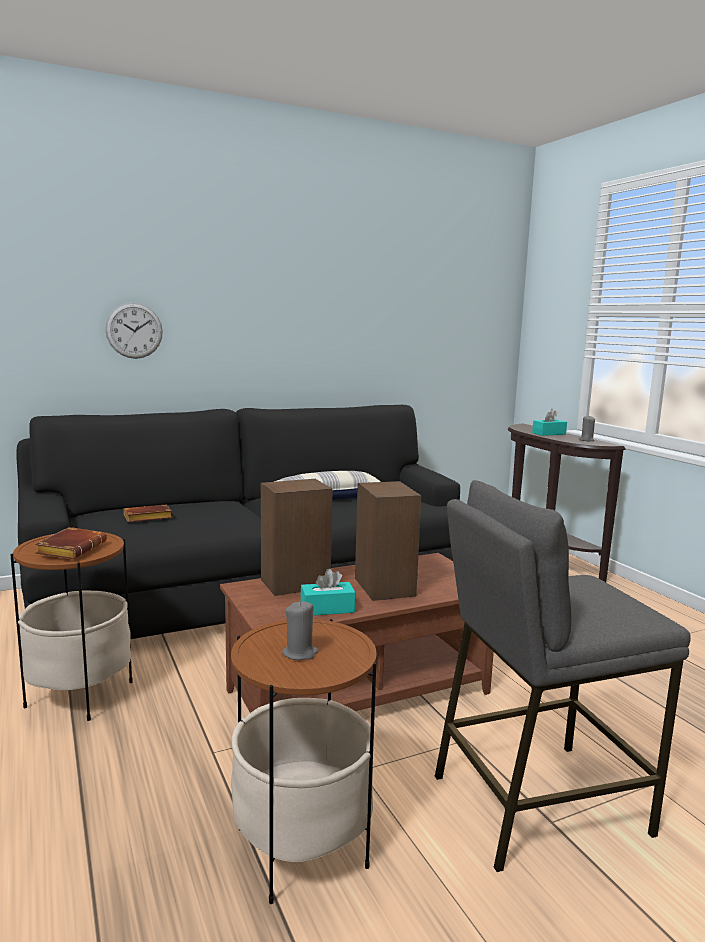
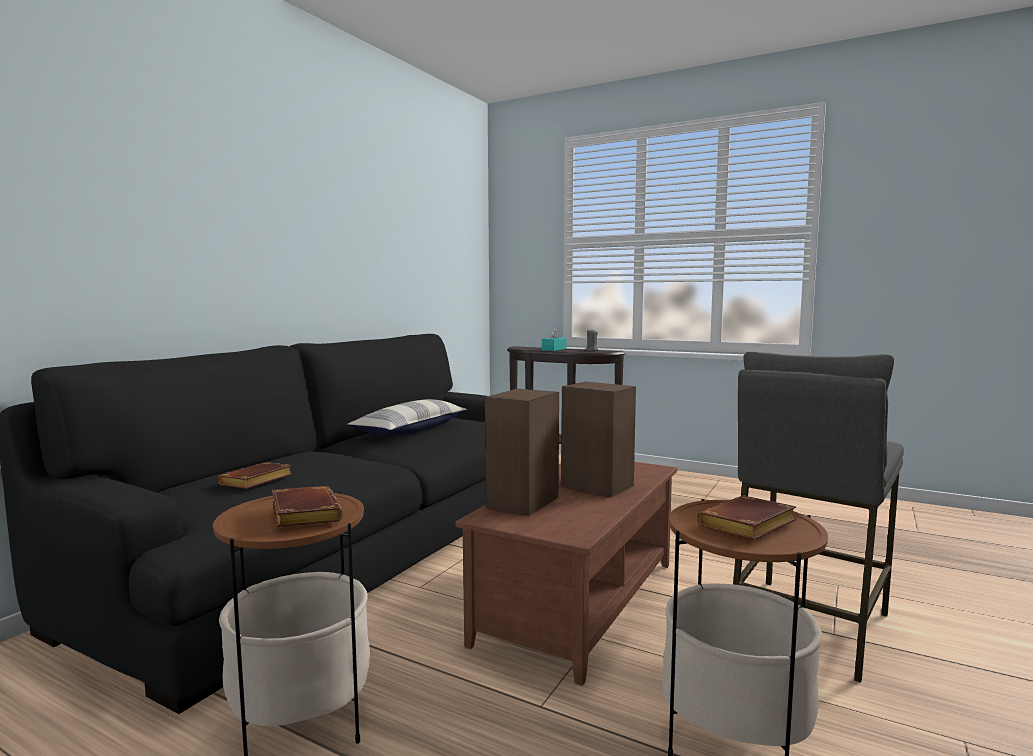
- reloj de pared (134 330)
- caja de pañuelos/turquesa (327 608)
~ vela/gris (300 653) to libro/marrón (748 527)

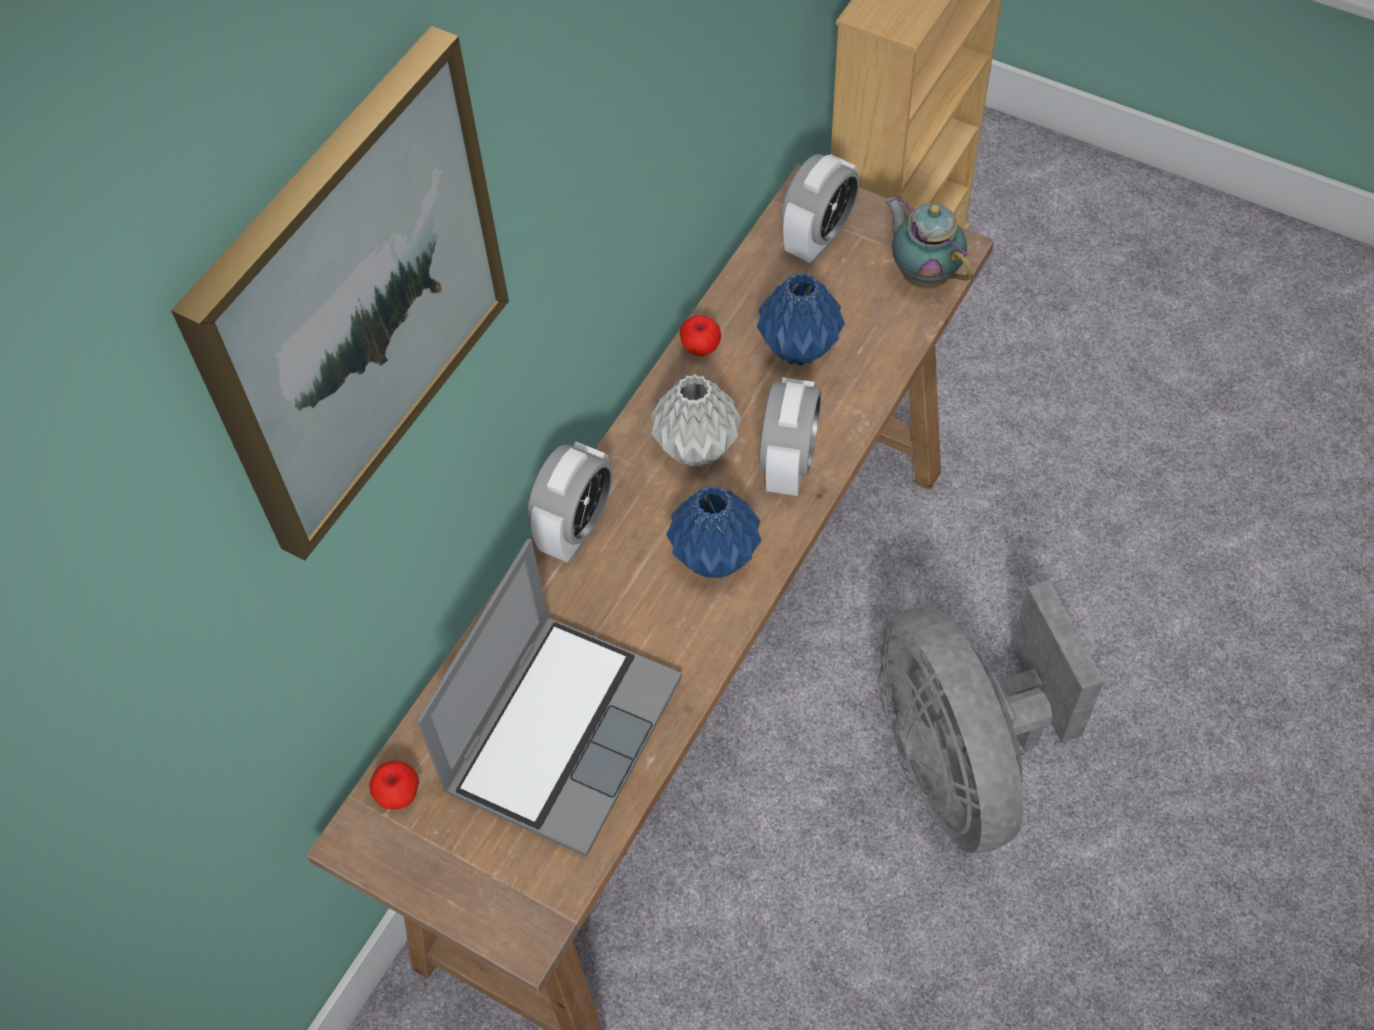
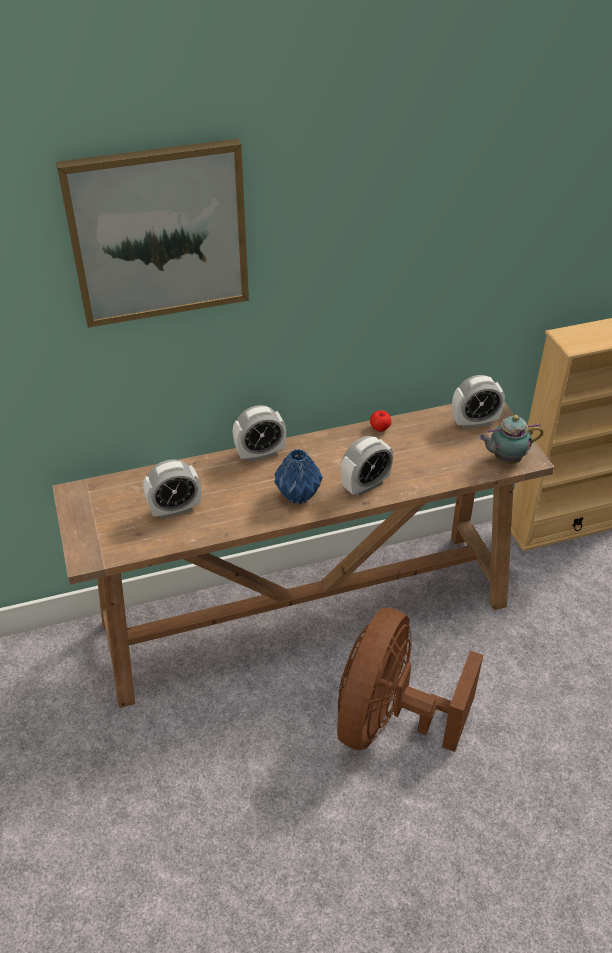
~ tetera (923 274) = (505 459) 105 degrees counterclockwise
- florero/azul (798 349)
- florero/gris (695 448)
~ portátil (562 731) to despertador (175 509)
~ ventilador/gris (961 760) to ventilador/marrón (390 720)
- manzana (398 794)

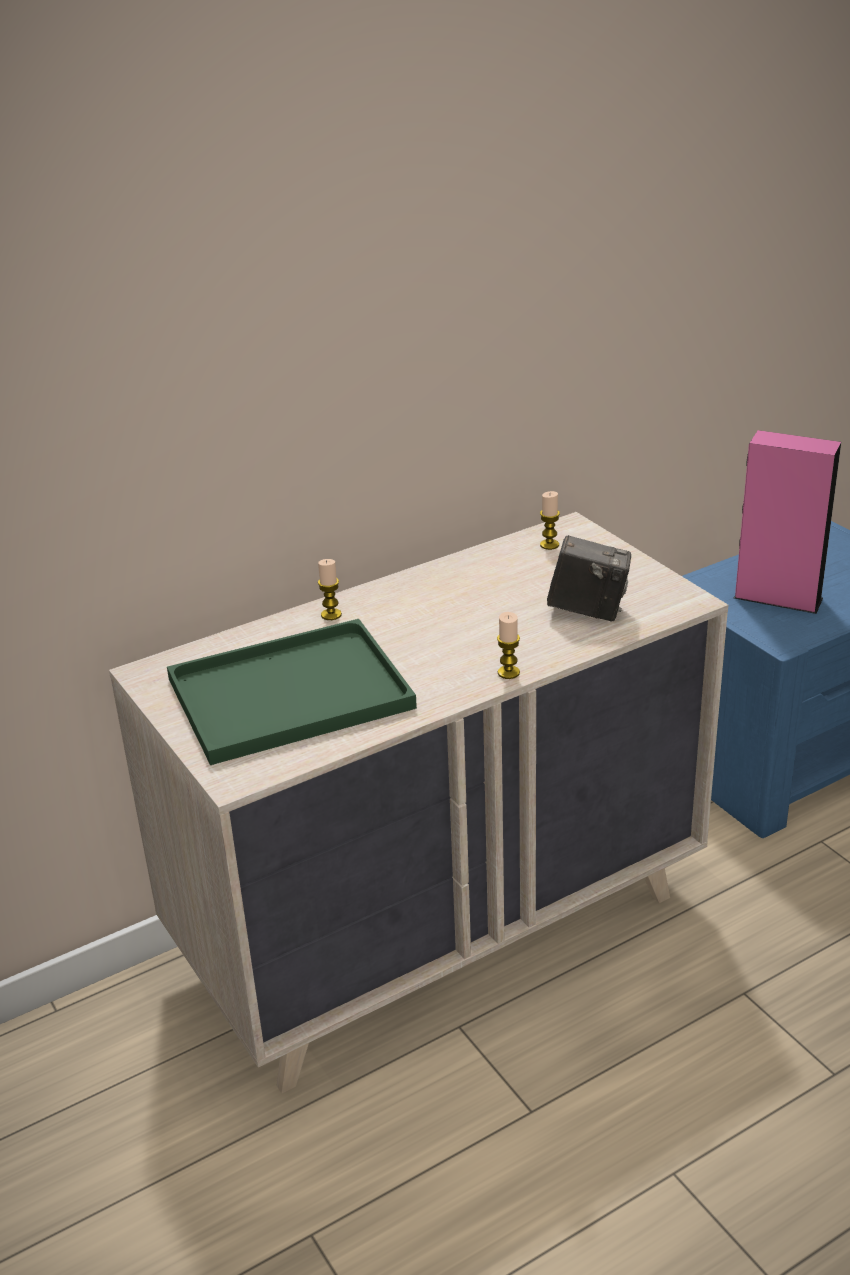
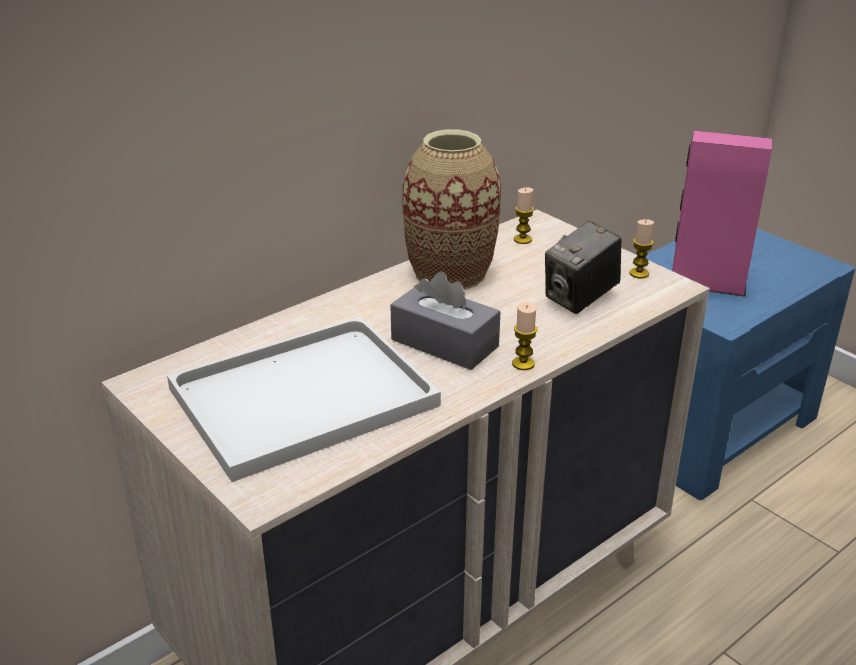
~ cámara (588 610) = (580 299) 135 degrees clockwise
~ vela (331 615) to (639 273)
~ bandeja/verde (293 691) to bandeja/blanco (306 394)
+ florero (450 273)
+ caja de pañuelos/gris (444 343)

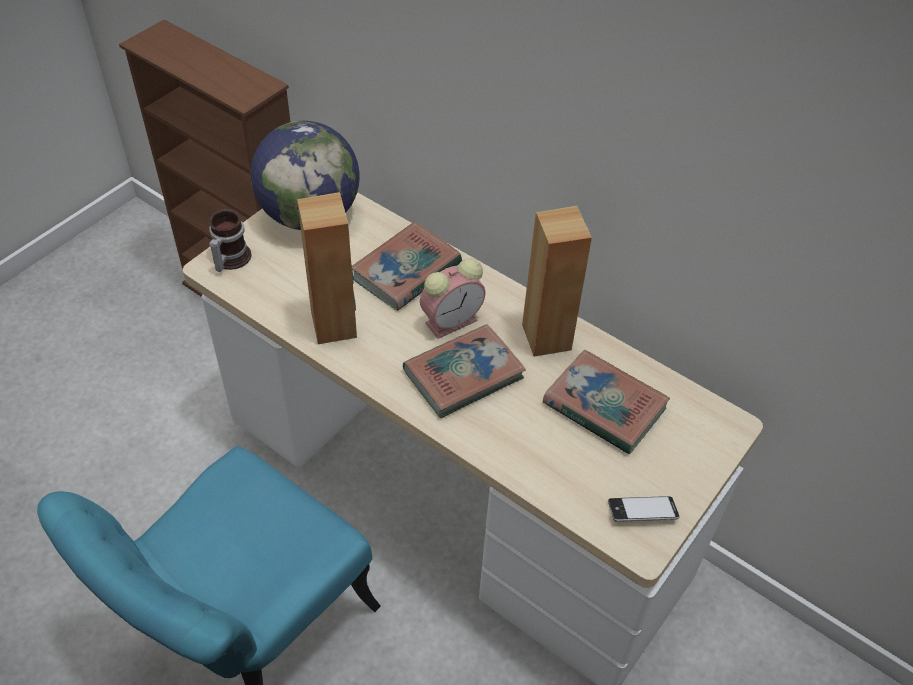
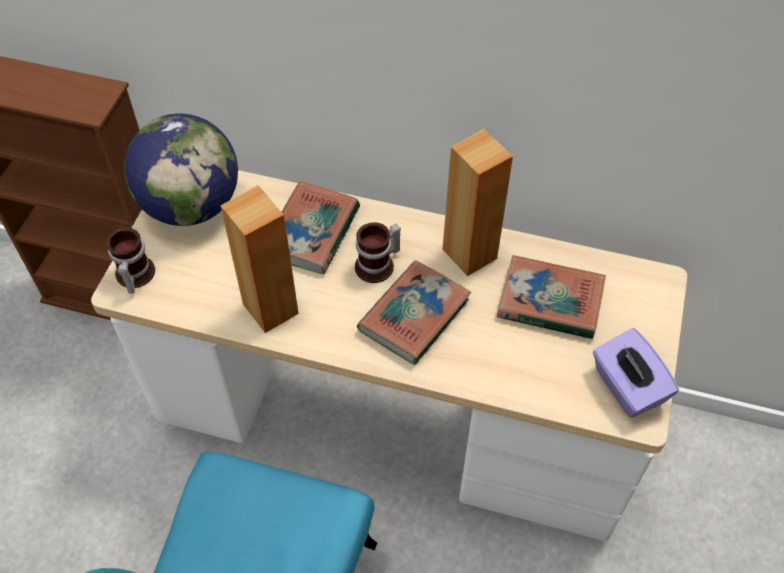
~ despertador (453 320) to taza grande (378 266)
~ móvil (642 512) to caja de pañuelos/morado (627 387)

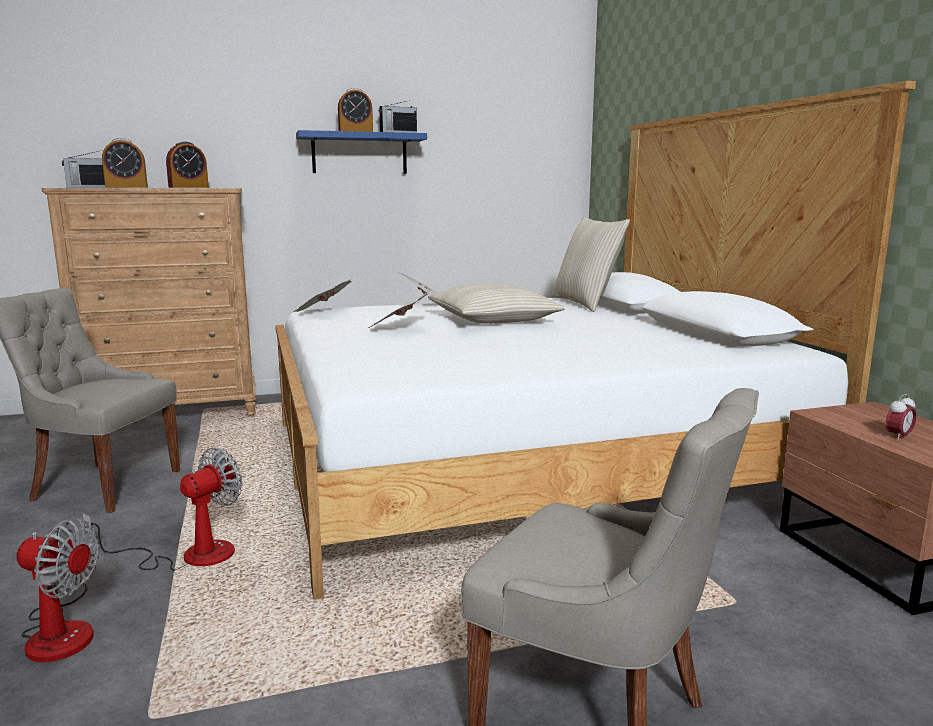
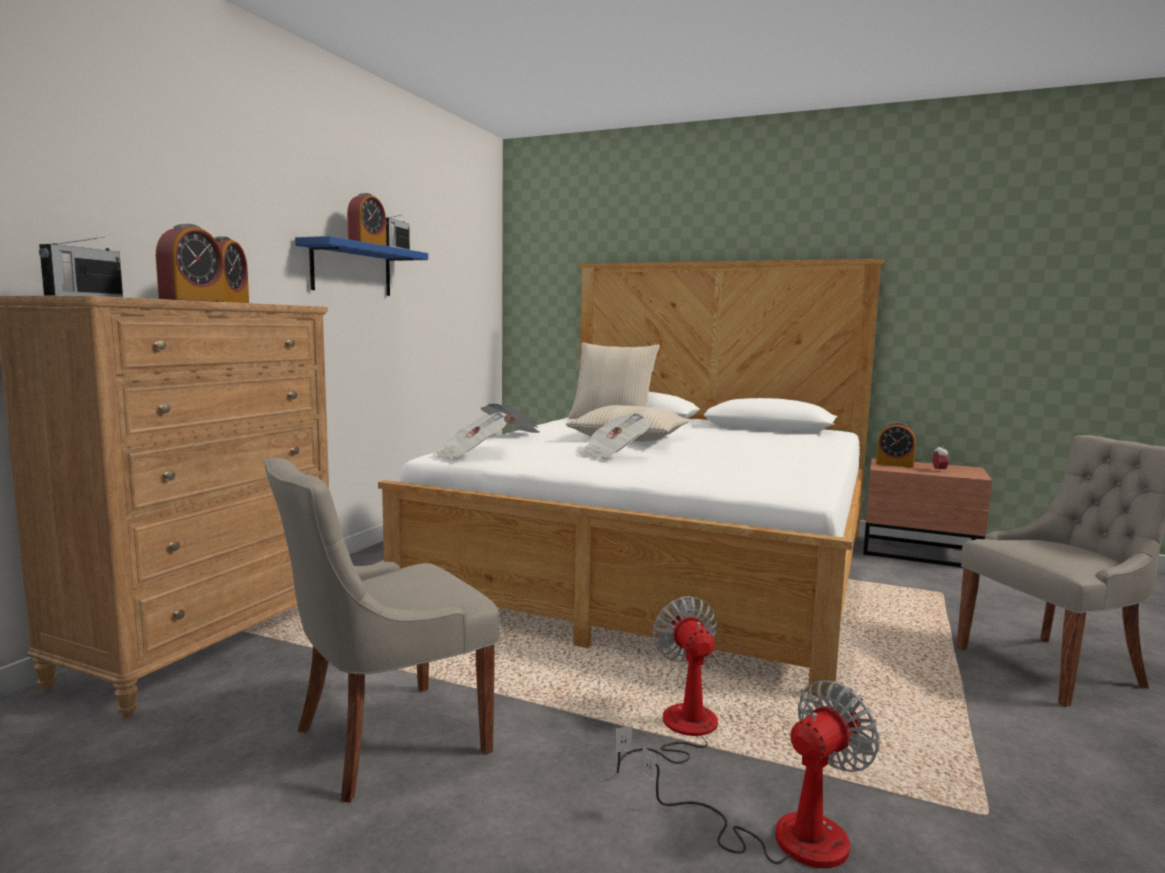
+ despertador (894 464)

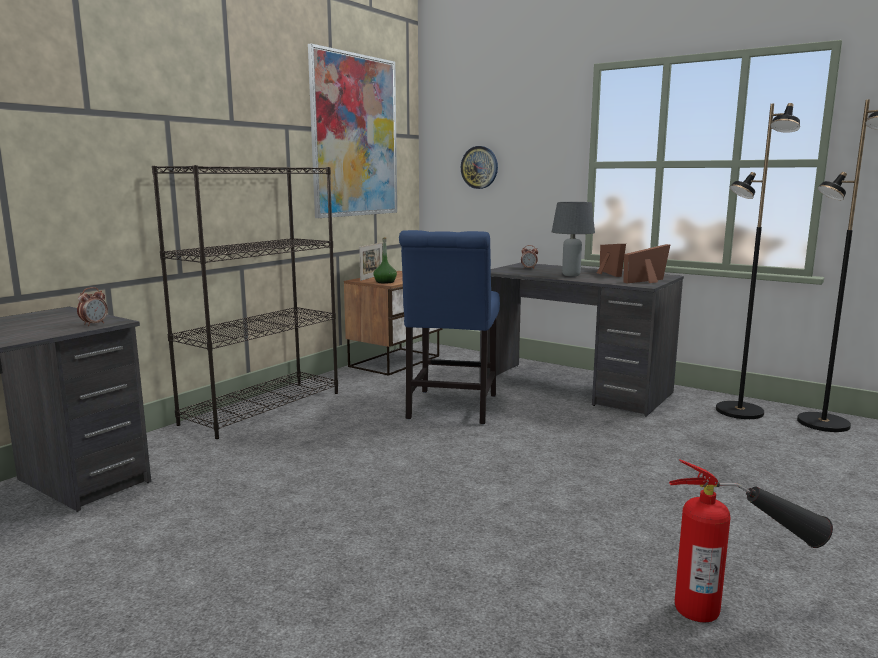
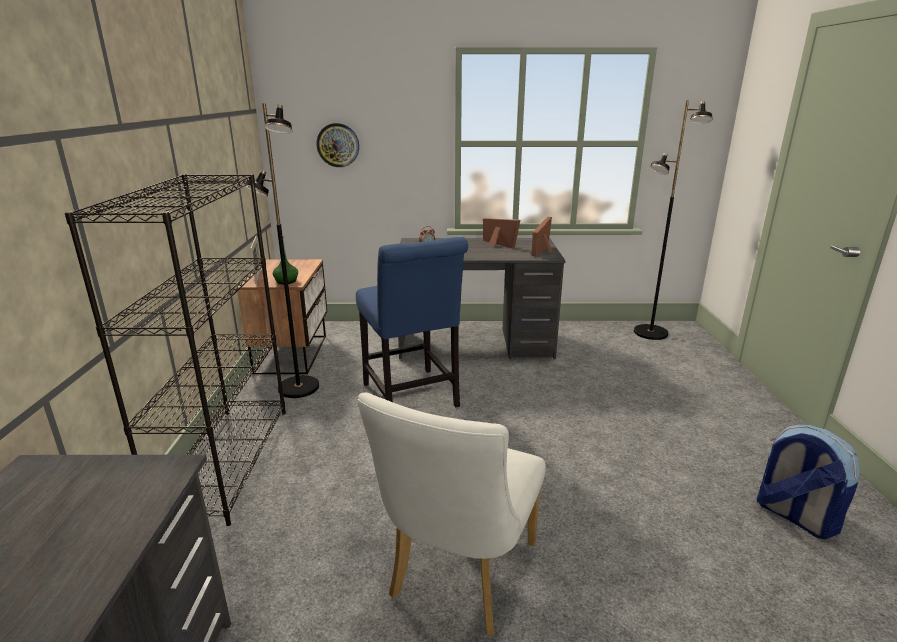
- cuadro (355 136)
~ lámpara de pie/negro (739 411) to (298 388)
- lámpara de mesa/gris (571 275)
- despertador (94 324)
~ extintor (737 610) to mochila (793 516)
+ silla/blanco (458 577)

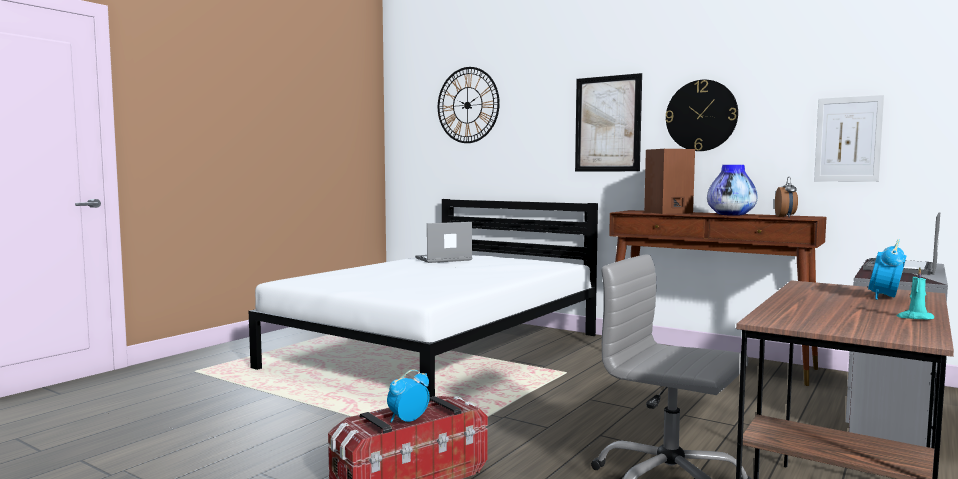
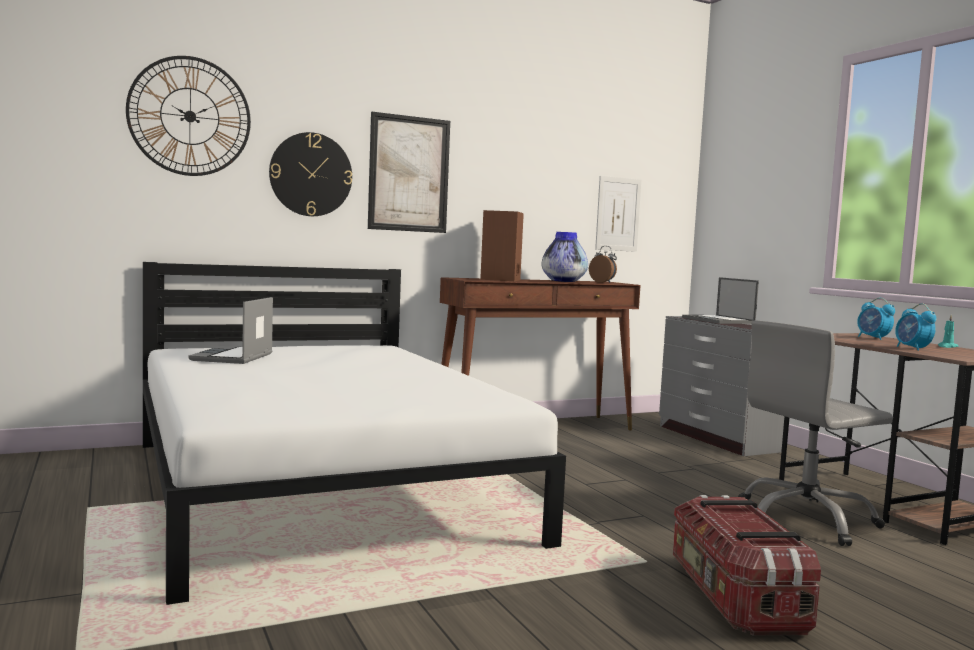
~ reloj de pared (701 115) to (311 174)
~ despertador (407 420) to (912 348)

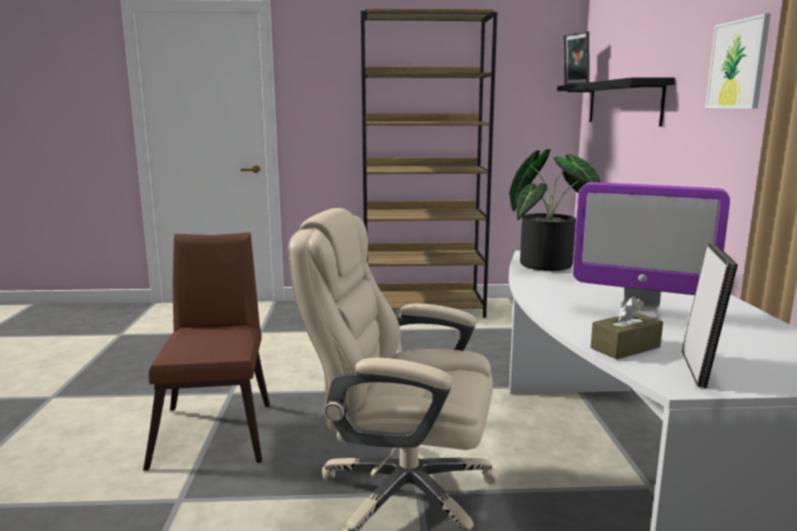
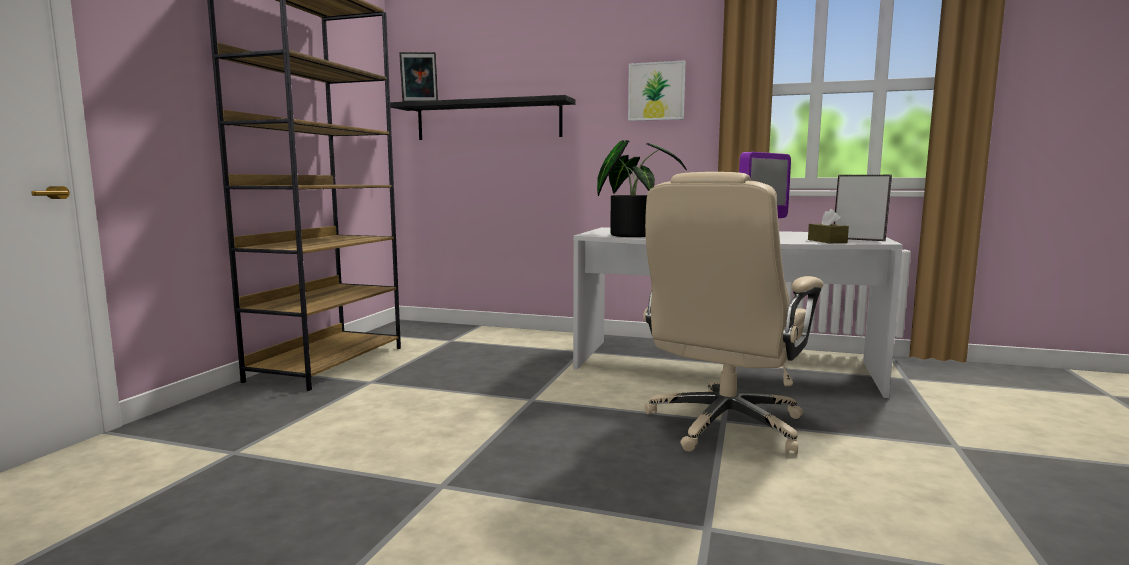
- silla/marrón (217 429)

